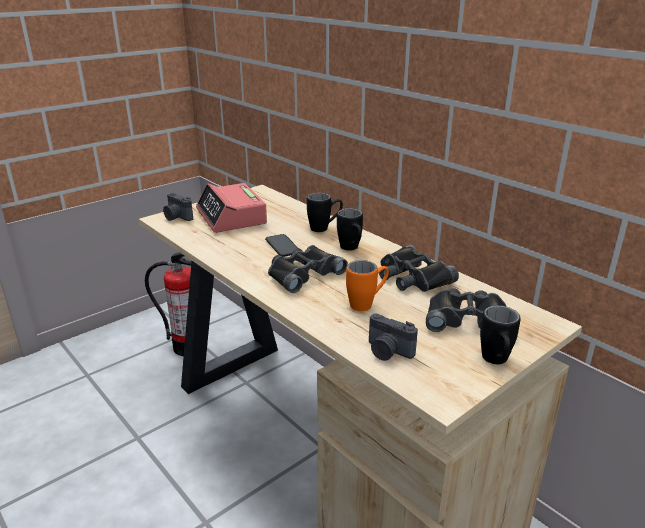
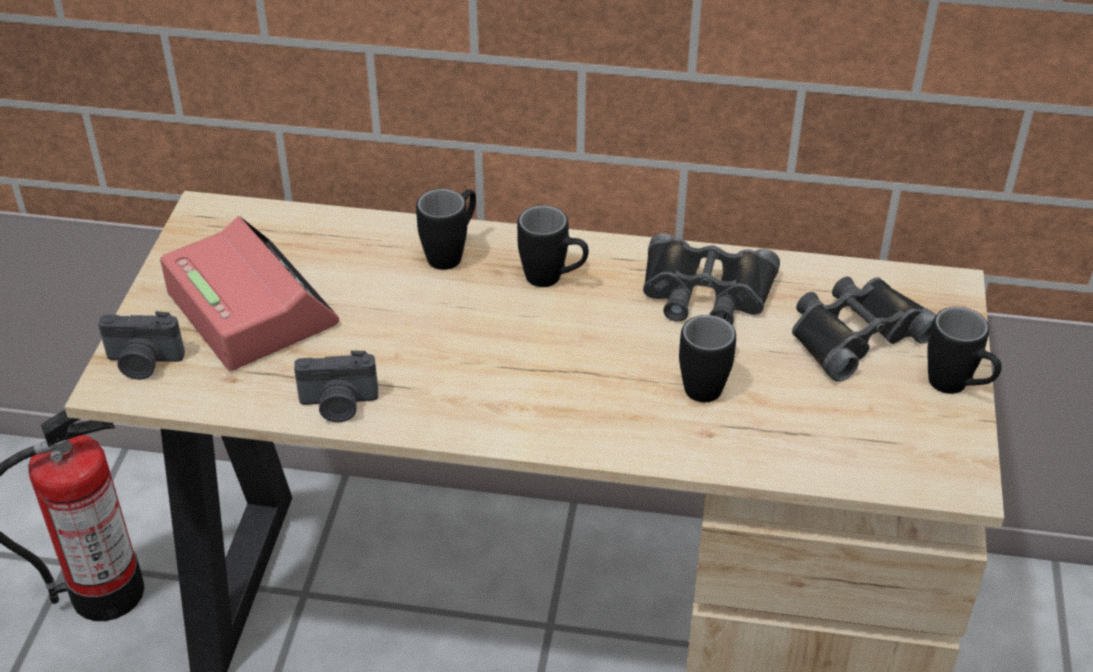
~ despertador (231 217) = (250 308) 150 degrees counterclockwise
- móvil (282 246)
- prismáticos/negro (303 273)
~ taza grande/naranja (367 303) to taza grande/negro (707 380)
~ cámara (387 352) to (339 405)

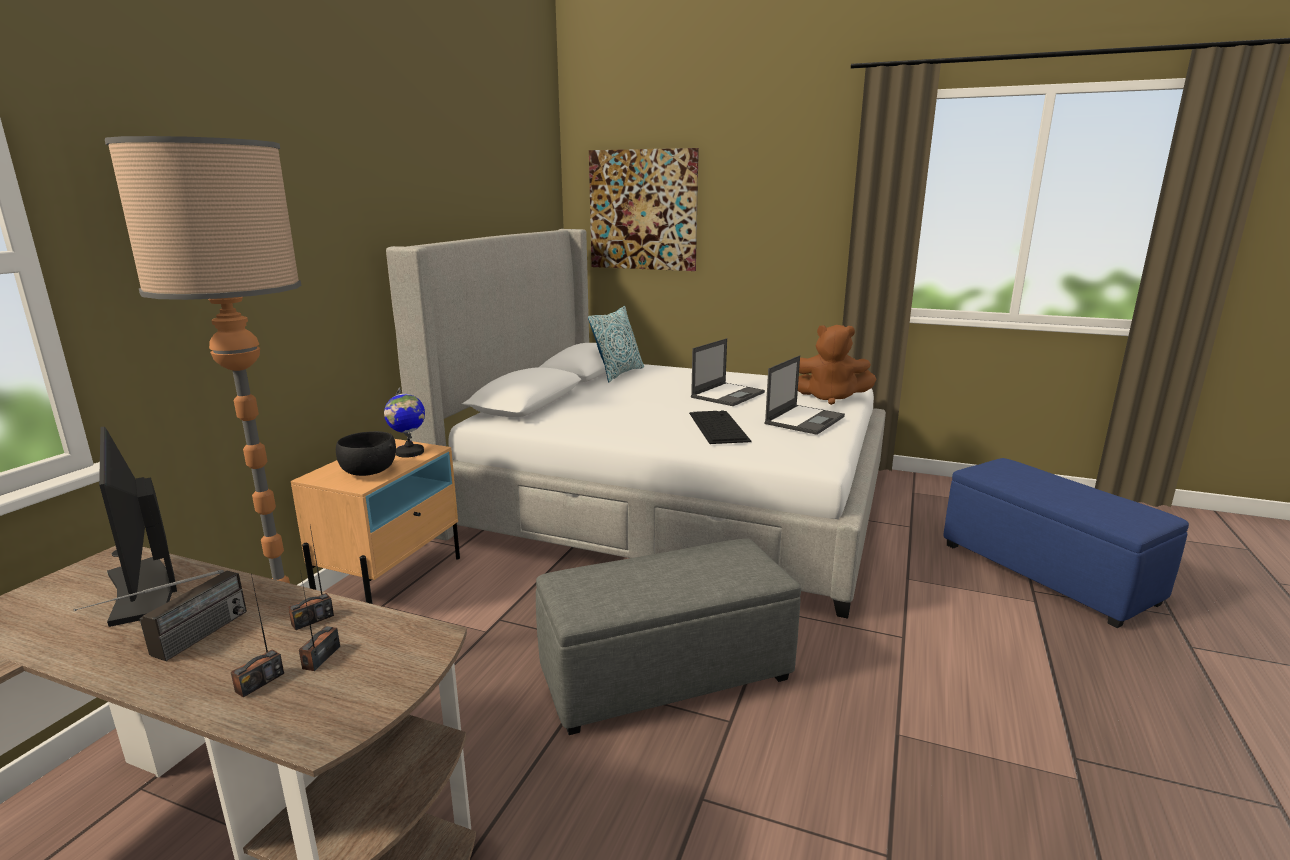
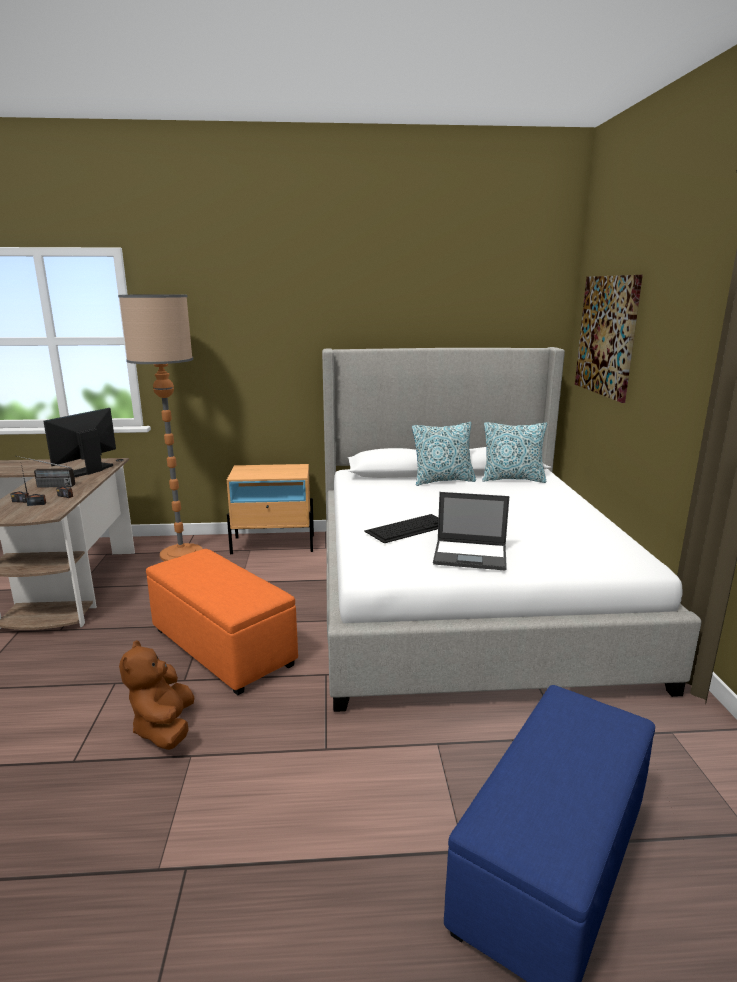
~ peluche/marrón (830 398) to (165 728)
- portátil (728 394)
- globo terráqueo (409 452)
- cuenco/negro (368 472)
~ puf/gris (667 675) to puf/naranja (223 647)
+ cojín (443 480)

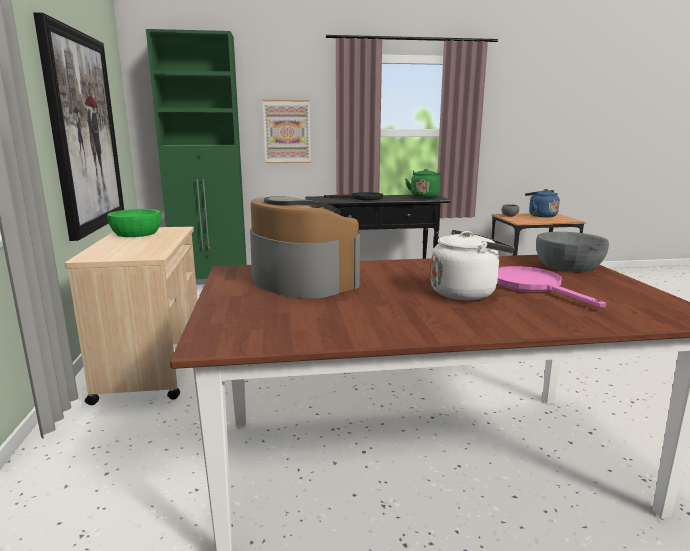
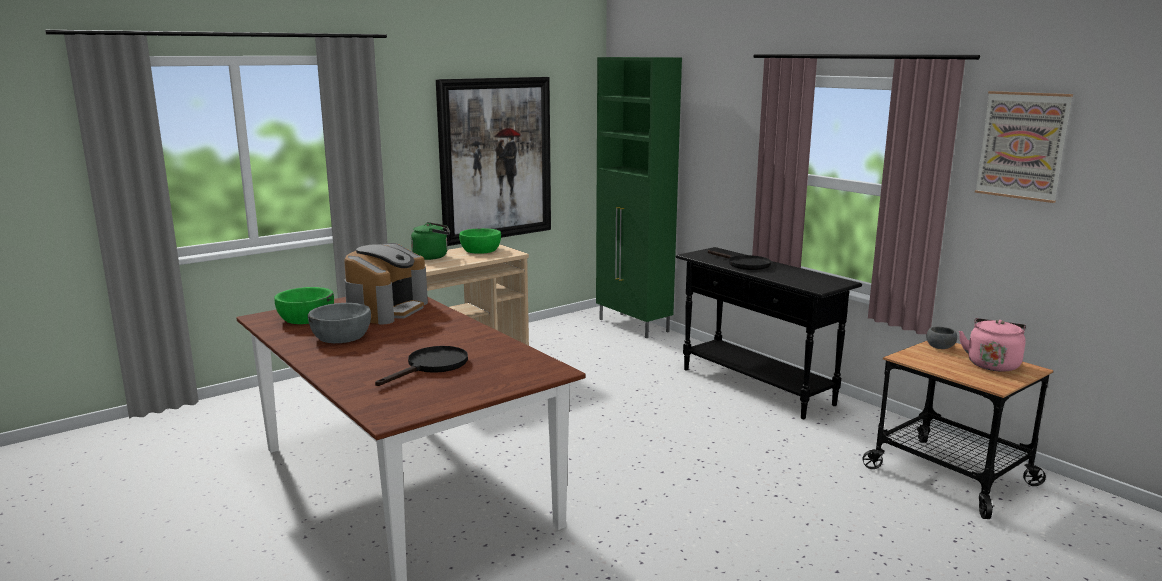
~ cuadro (287 132) to (1022 145)
~ hervidor/verde (424 196) to (432 256)
~ hervidor/azul (540 215) to hervidor/rosa (992 364)
- hervidor/blanco (466 292)
~ cuenco/gris (568 265) to (341 336)
~ sartén/rosa (533 286) to sartén/negro (431 366)
+ cuenco/verde (306 317)

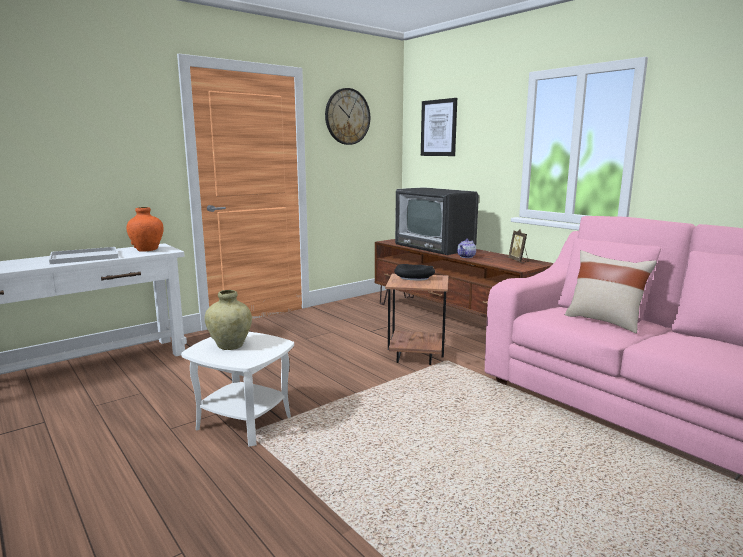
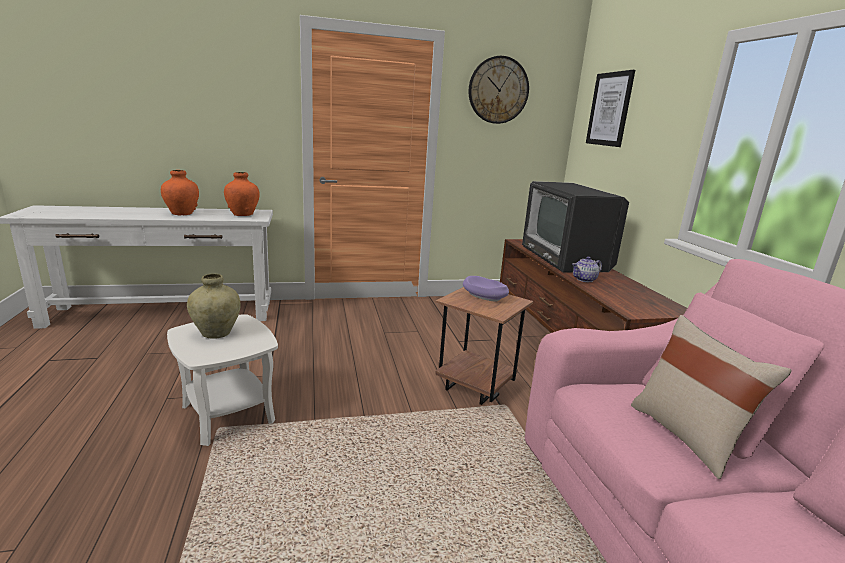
- portarretratos (518 260)
~ bandeja/blanco (83 257) to florero/naranja (182 213)
~ cuenco/negro (414 278) to cuenco/morado (484 296)

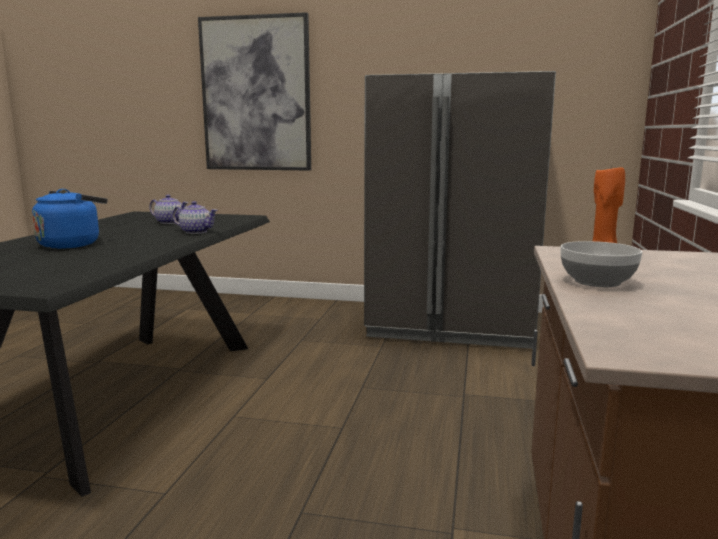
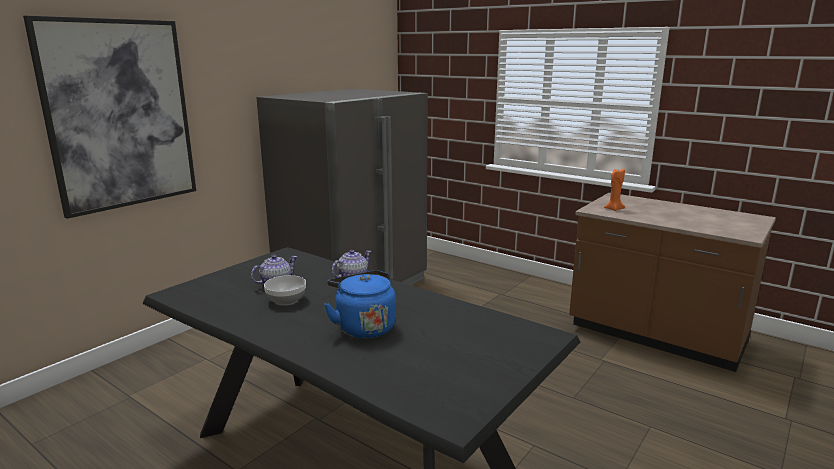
~ cuenco (598 282) to (287 300)

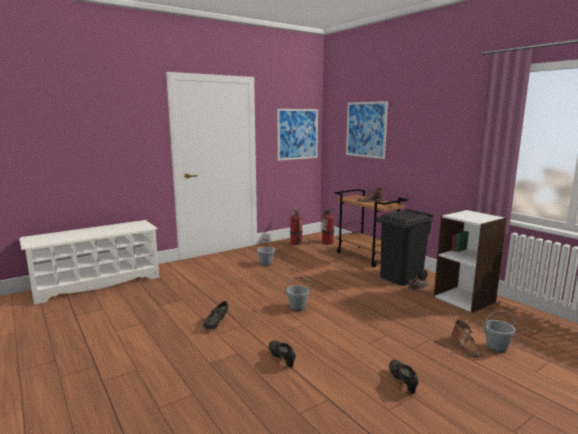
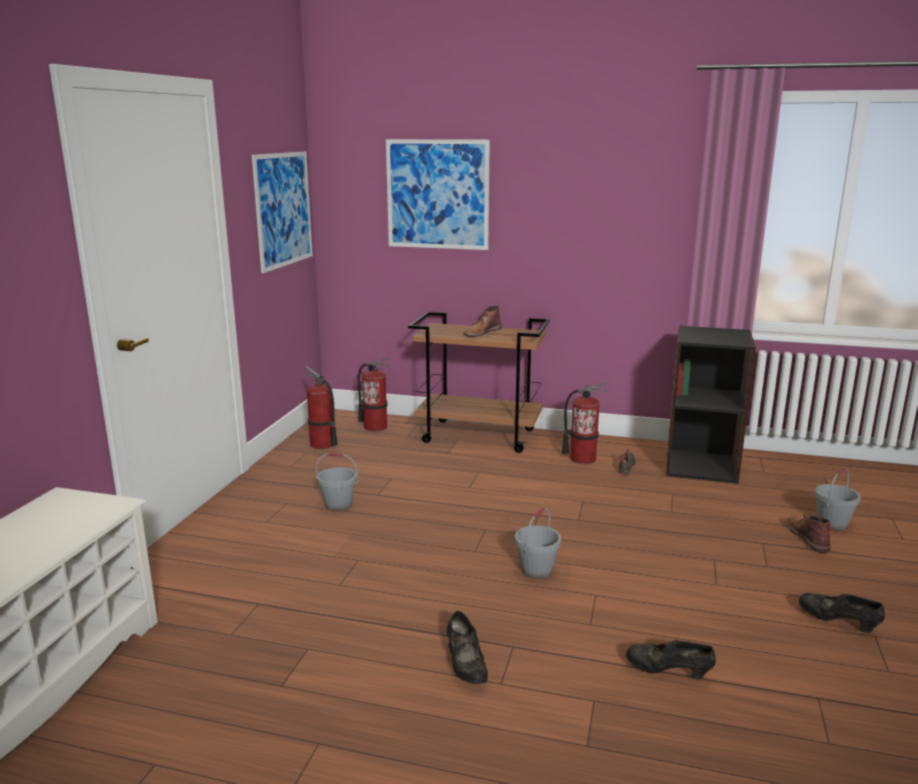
~ papelera/negro (401 277) to extintor (582 458)
~ estantería/blanco (464 299) to estantería/negro (701 466)
~ bota/marrón (465 347) = (807 537) 135 degrees counterclockwise

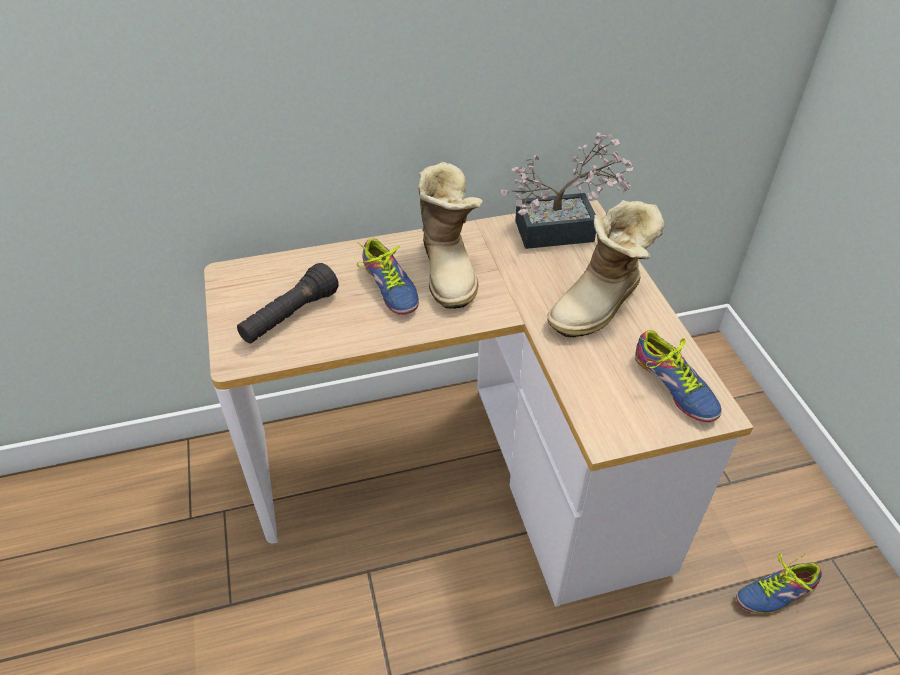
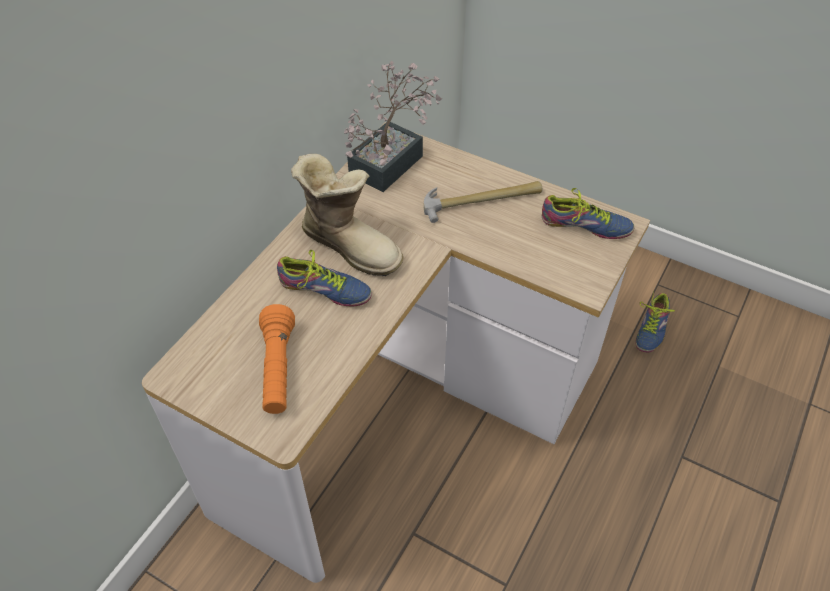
~ bota (600 305) to martillo (482 201)
~ linterna/negro (290 317) to linterna/naranja (278 369)

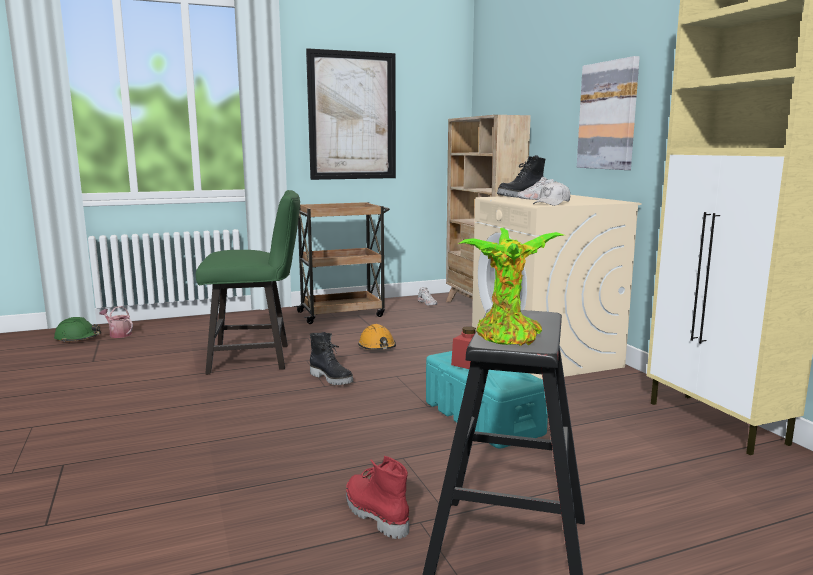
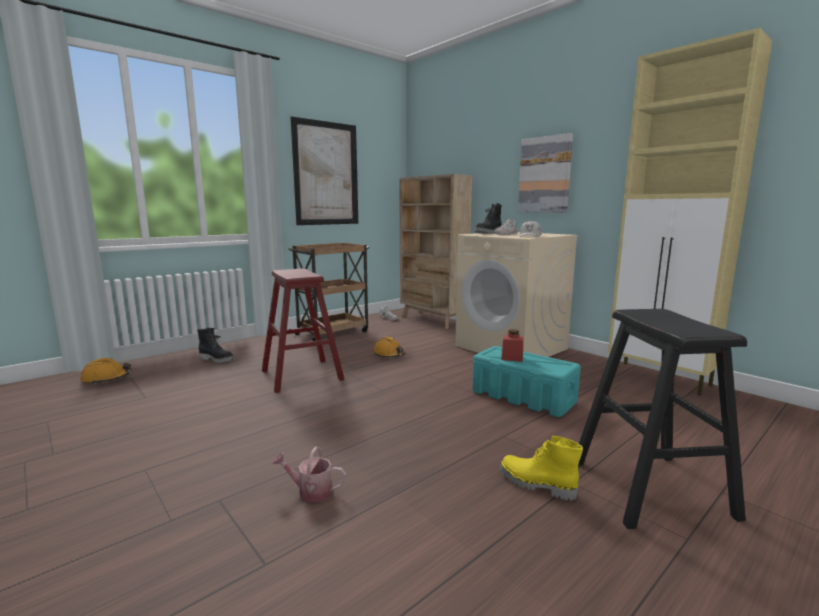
~ silla/verde (257 358) to taburete/rojo (302 375)
- planta en maceta (508 338)
~ regadera (118 334) to (311 491)
~ casco/verde (78 338) to casco/naranja (106 378)
~ bota/negro (332 379) to (217 359)
~ bota/rojo (374 515) to bota/amarillo (536 485)

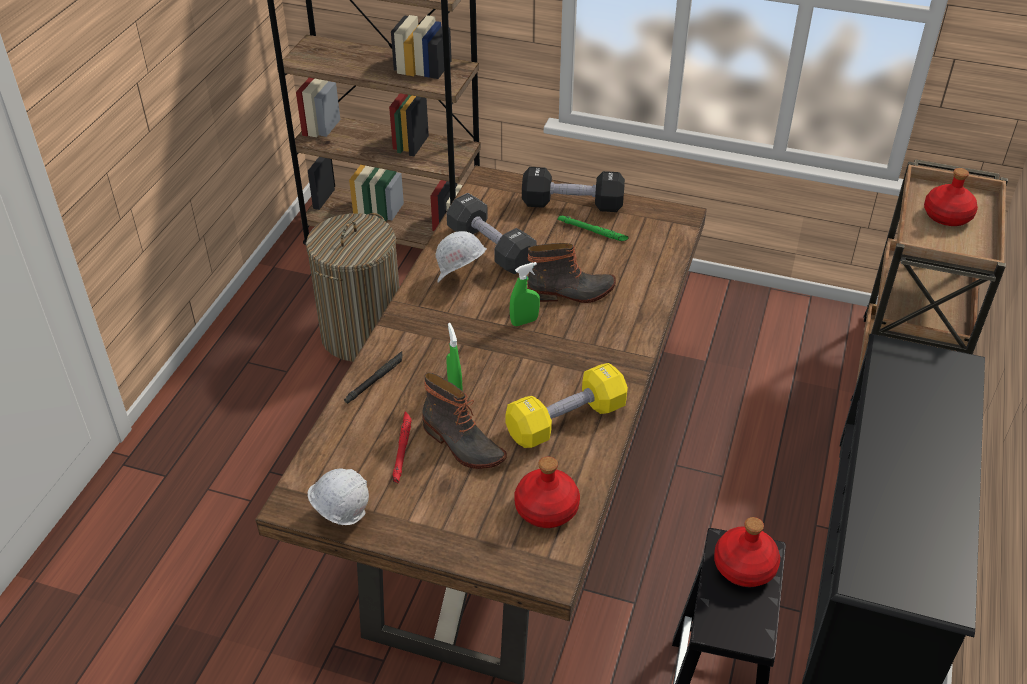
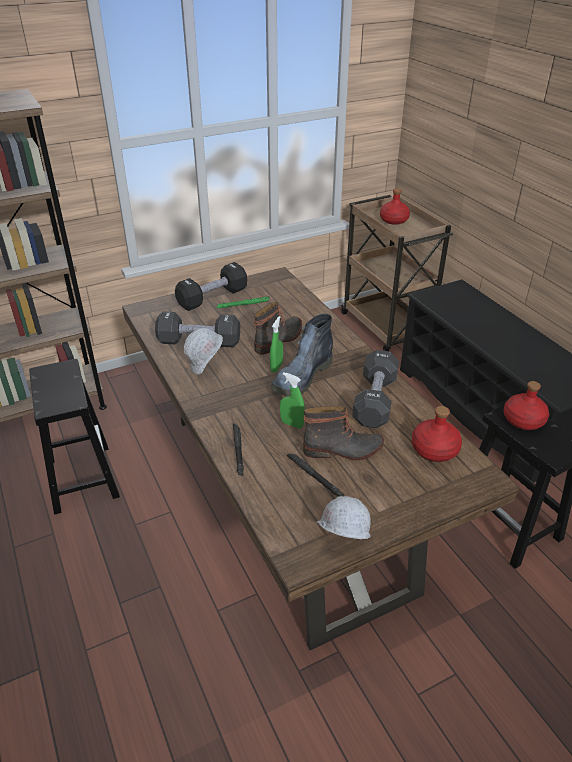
~ cesto de la ropa (362 334) to taburete/negro (82 477)
~ mancuerna/amarillo (566 421) to mancuerna/negro (375 401)
~ linterna/rojo (402 449) to linterna/negro (314 477)
+ bota (302 378)

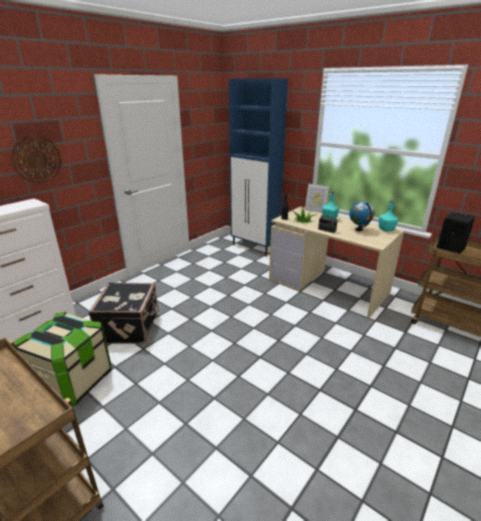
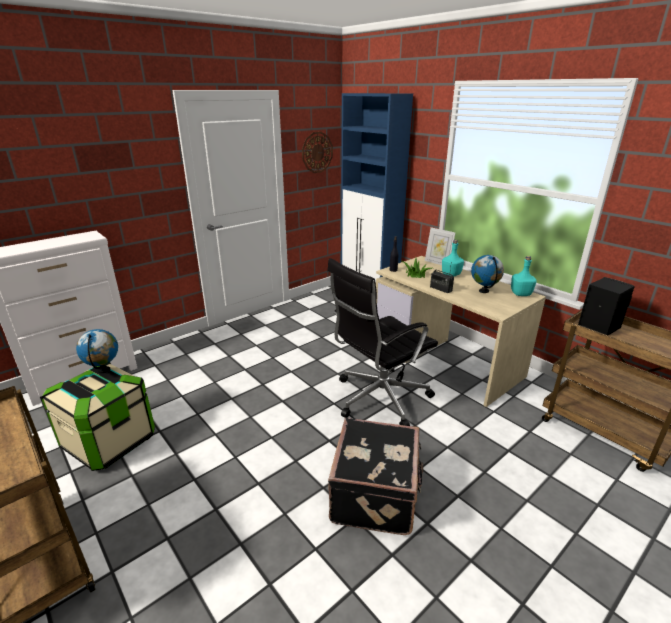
~ reloj de pared (36 159) to (317 152)
~ maleta/negro (130 327) to (376 495)
+ silla de oficina/negro (379 398)
+ globo terráqueo (104 370)

